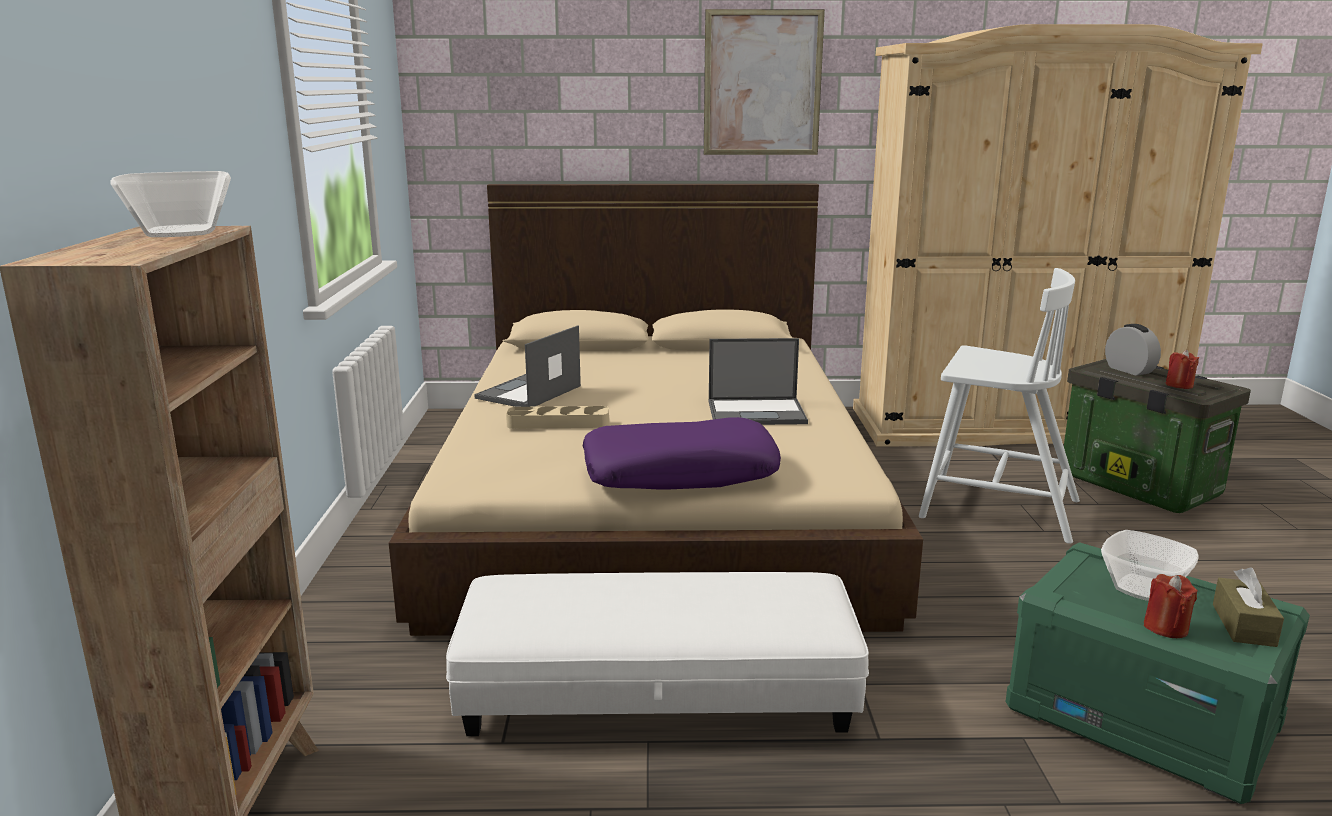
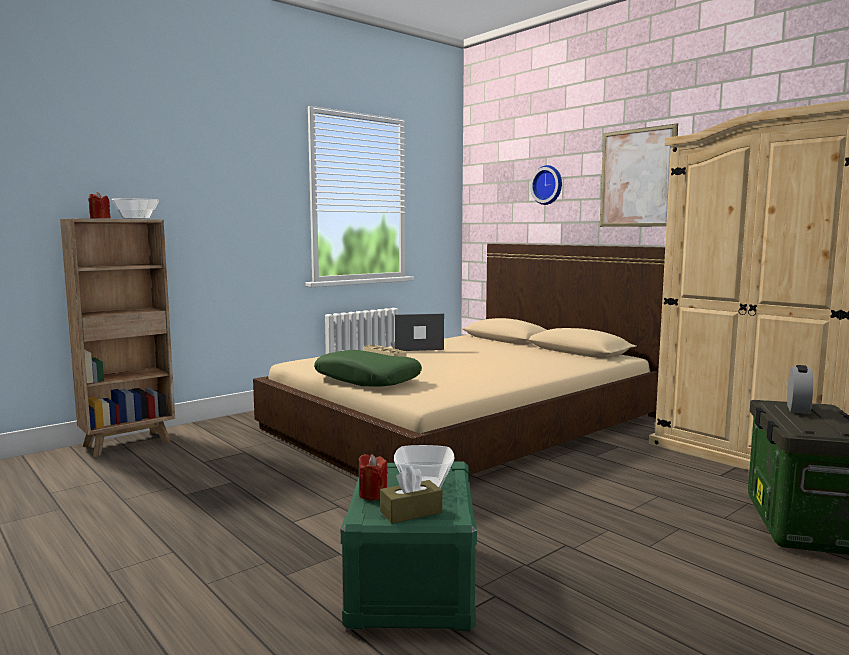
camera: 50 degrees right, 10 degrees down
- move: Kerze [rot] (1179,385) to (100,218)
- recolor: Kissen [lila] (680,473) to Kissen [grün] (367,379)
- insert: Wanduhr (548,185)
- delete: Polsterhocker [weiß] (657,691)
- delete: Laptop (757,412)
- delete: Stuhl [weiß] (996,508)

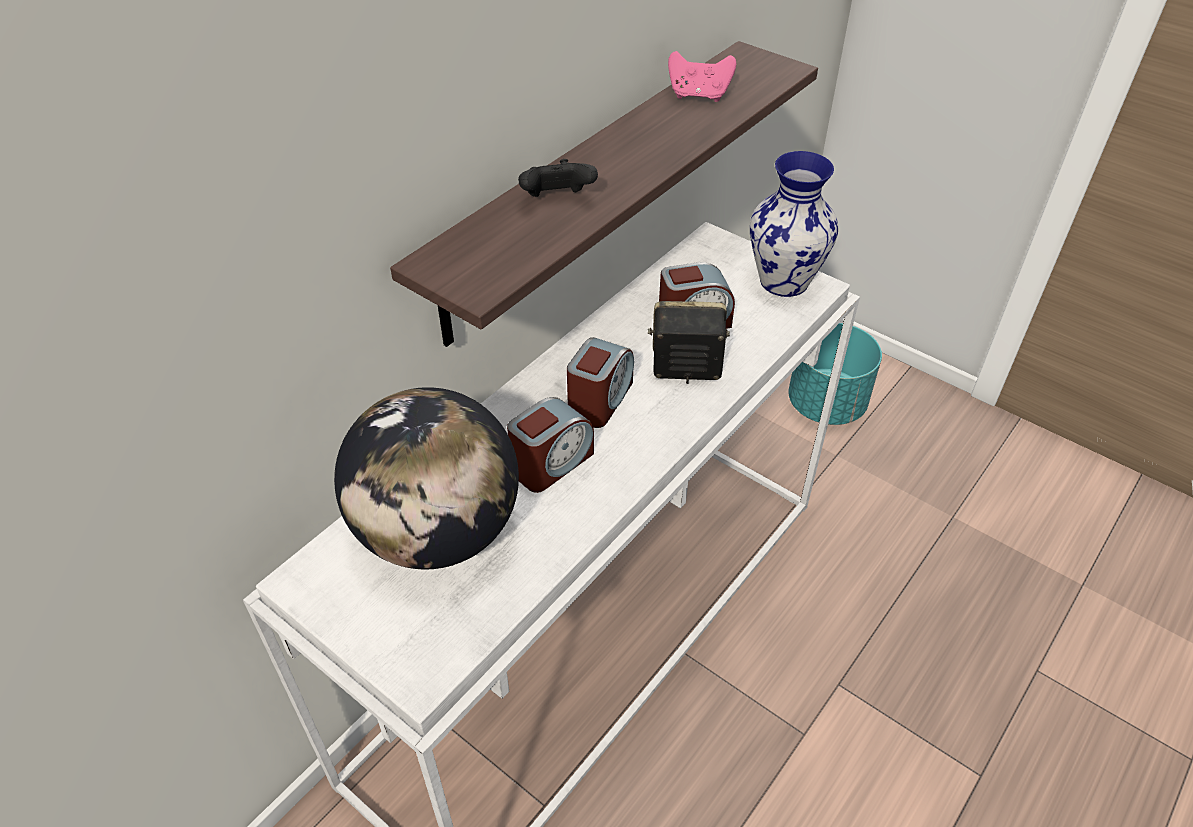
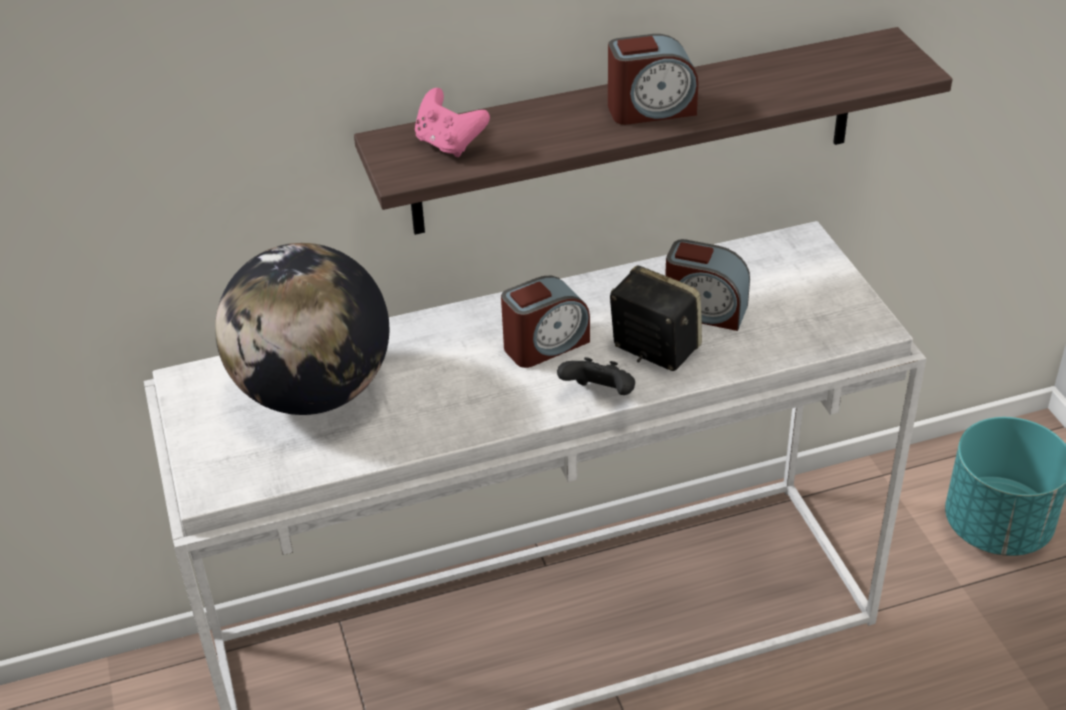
camera: 35 degrees right, 5 degrees down
- move: Gamepad [rosa] (698,95) to (449,144)
- move: Gamepad [schwarz] (557,200) to (599,395)
- move: Wecker (551,463) to (651,109)
- delete: Vase (785,281)

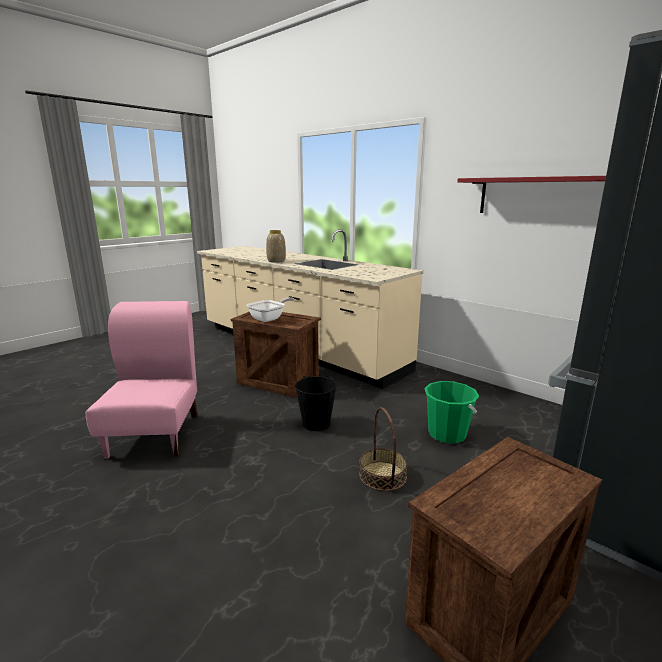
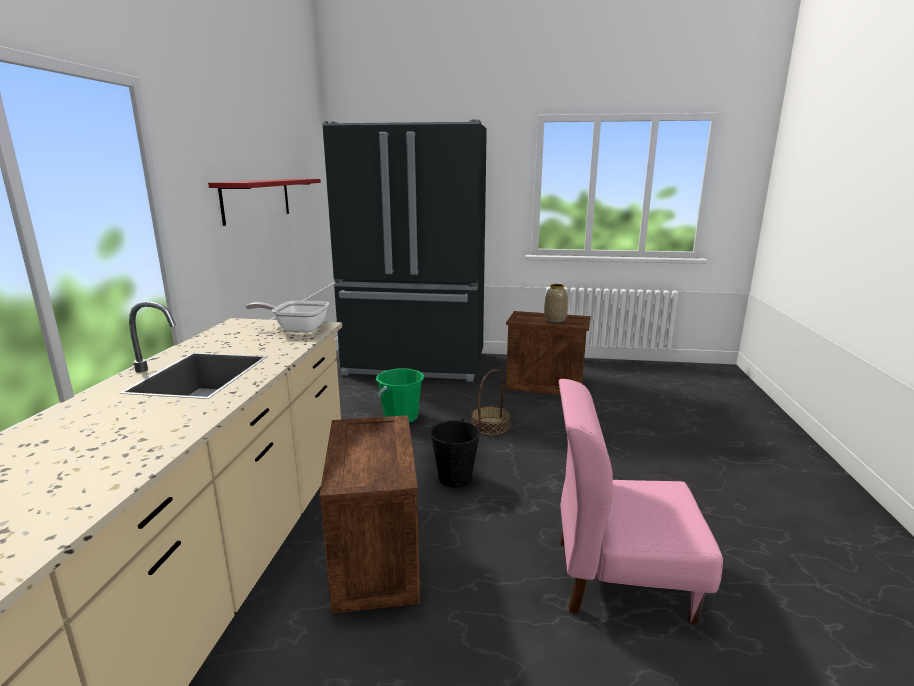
camera: 125 degrees left, 0 degrees up
- move: Pfanne (269,318) to (297,329)
- move: Vase (276,261) to (555,320)
- rotate: Stuhl [rosa] (155,434) = (620,577) 45 degrees clockwise

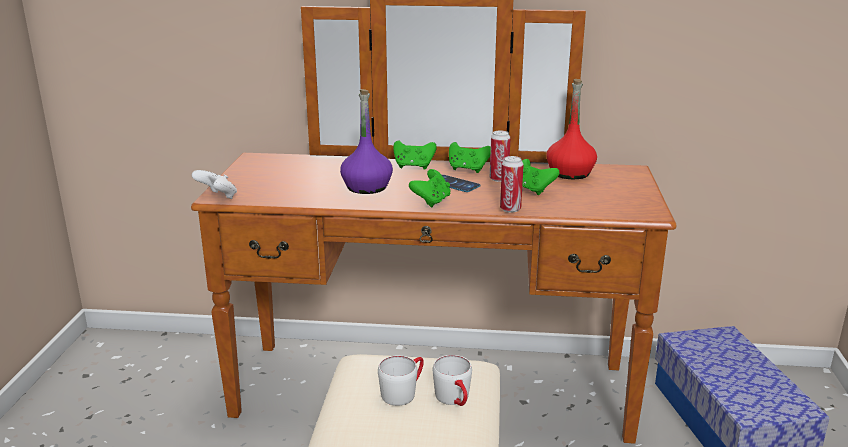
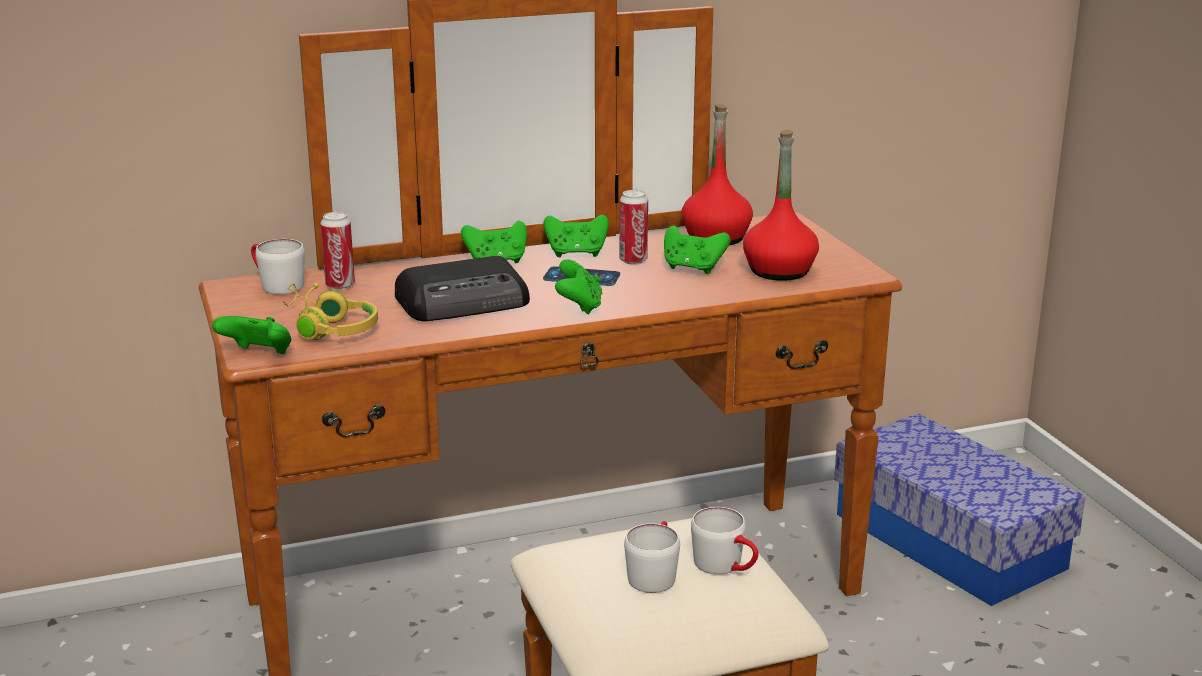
camera: 25 degrees left, 0 degrees up
- recolor: Gamepad [weiß] (218,197) to Gamepad [grün] (258,355)
- insert: Henkelbecher [weiß] (275,285)
- insert: Kopfhörer [gelb] (328,328)
- move: Dose (510,209) to (340,285)
- replace: Flasche [lila] (367,187) to Radio (465,302)
- insert: Flasche [rot] (779,271)

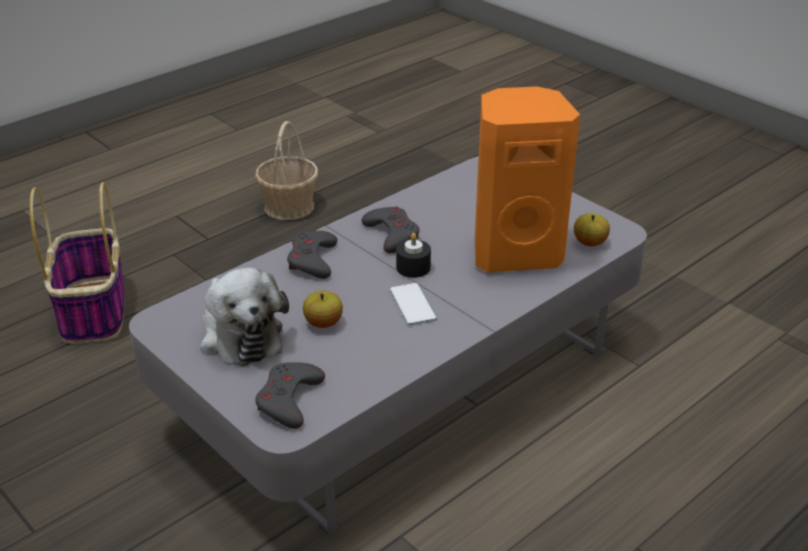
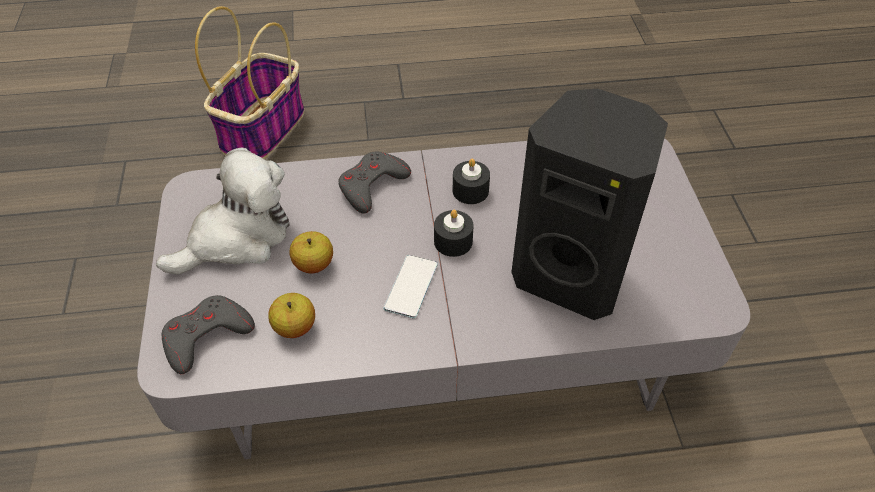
camera: 35 degrees right, 15 degrees up
- rotate: Plüschtier (240,334) = (237,238) 135 degrees counterclockwise
- move: Apfel (589,243) to (295,327)
- replace: Gamepad [grau] (392,234) to Kerze [schwarz] (470,190)
- recolor: Lautsprecher [orange] (515,252) to Lautsprecher [schwarz] (571,275)
- delete: Korb (288,207)

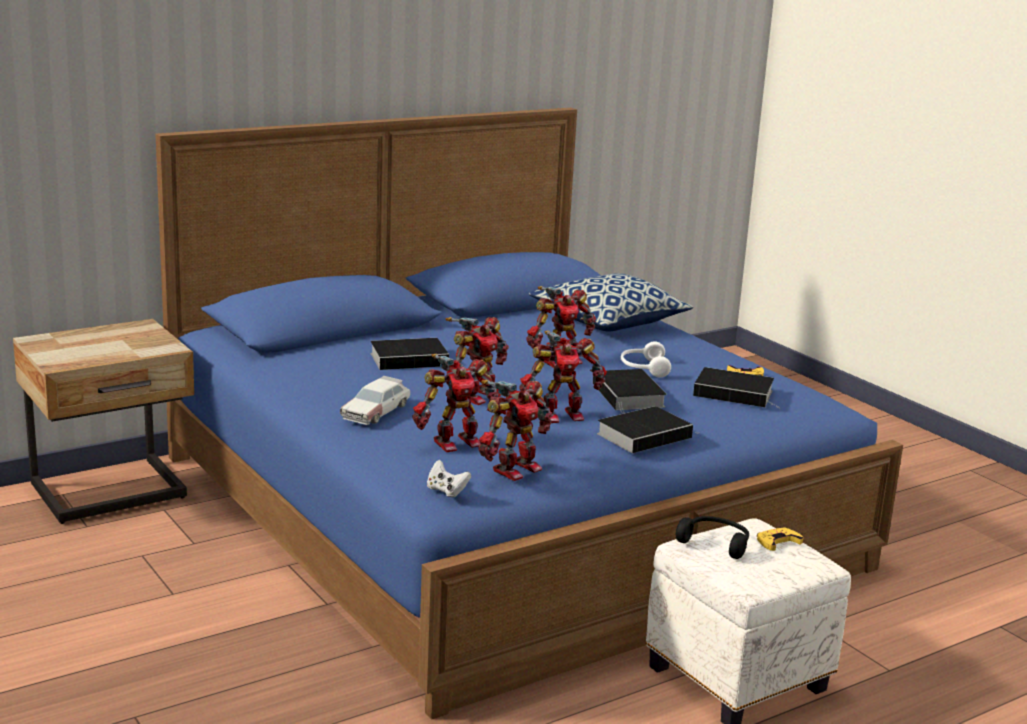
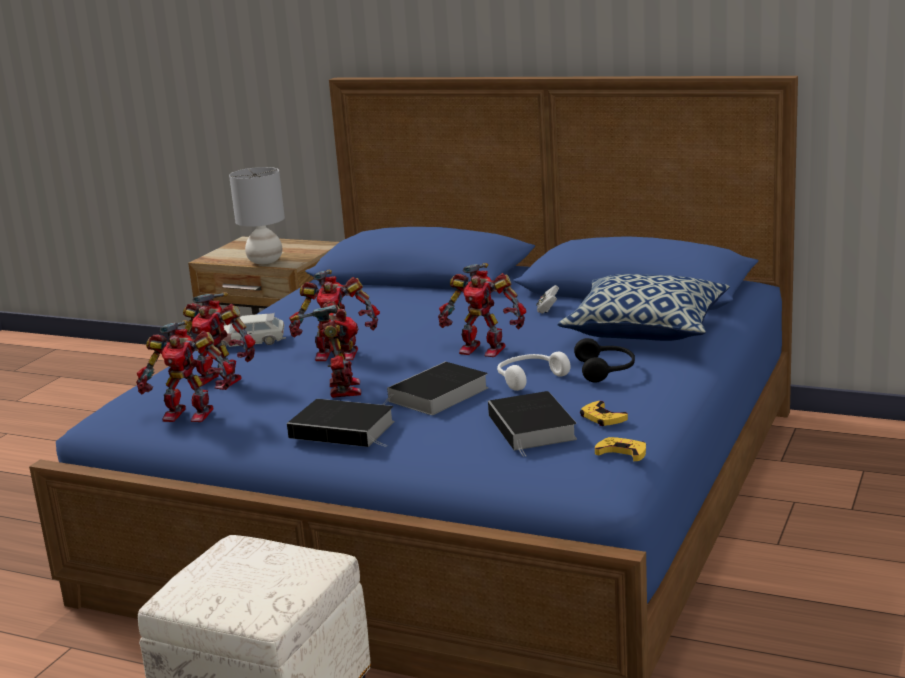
camera: 60 degrees right, 0 degrees up
- insert: Tischlampe [grau] (265,261)
- rotate: Spielzeugroboter (560,415) = (341,389) 135 degrees counterclockwise
- move: Gamepad [weiß] (446,491) to (548,310)
- move: Kopfhörer [schwarz] (715,543) to (606,370)
- move: Gamepad [gelb] (777,542) to (622,453)
- delete: Buch (411,359)

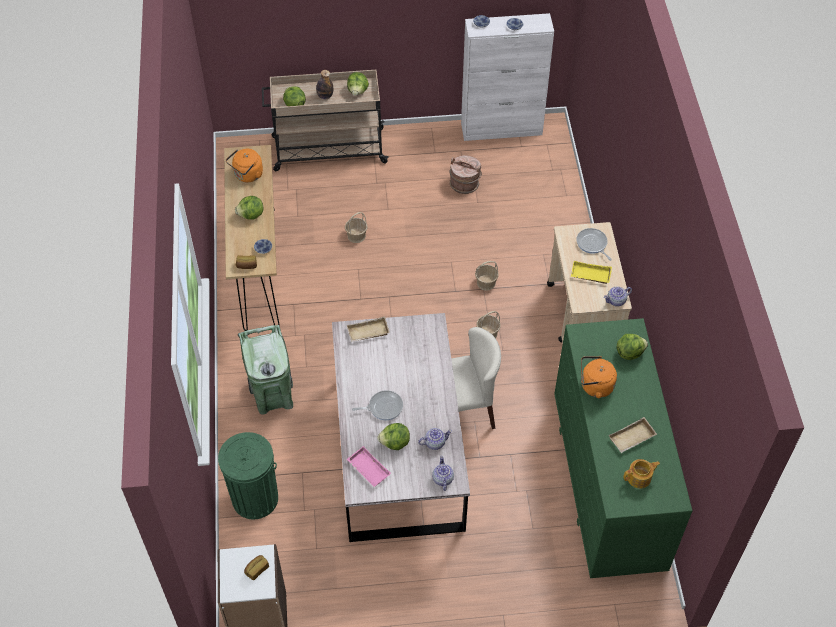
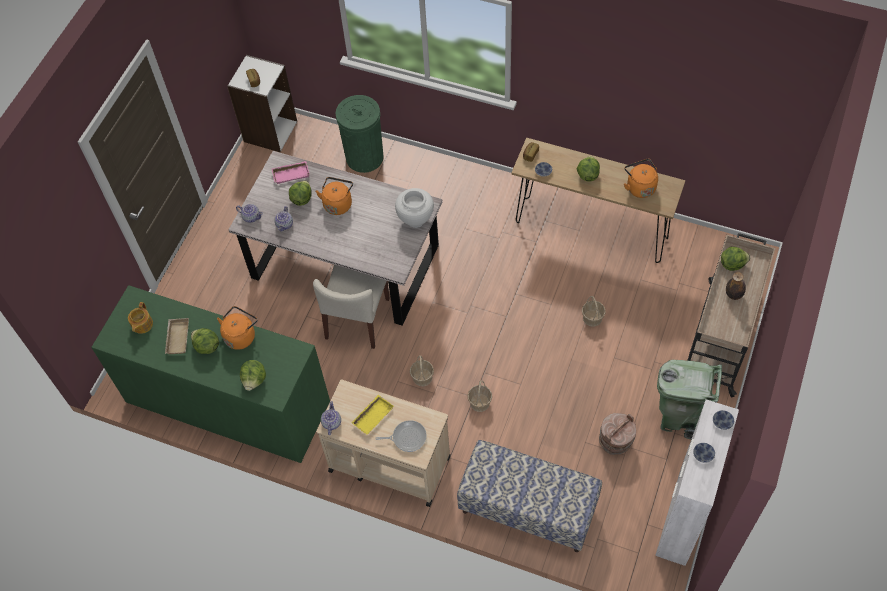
camera: 120 degrees right, 5 degrees up
- move: Salatkopf (358,91) to (206,346)
- replace: Pfanne (383,407) to Wasserkessel [orange] (338,203)
- replace: Tablett [beige] (368,333) to Vase [weiß] (415,219)
- insert: Bank (527,509)
- move: Mülleimer [grün] (273,397) to (679,417)

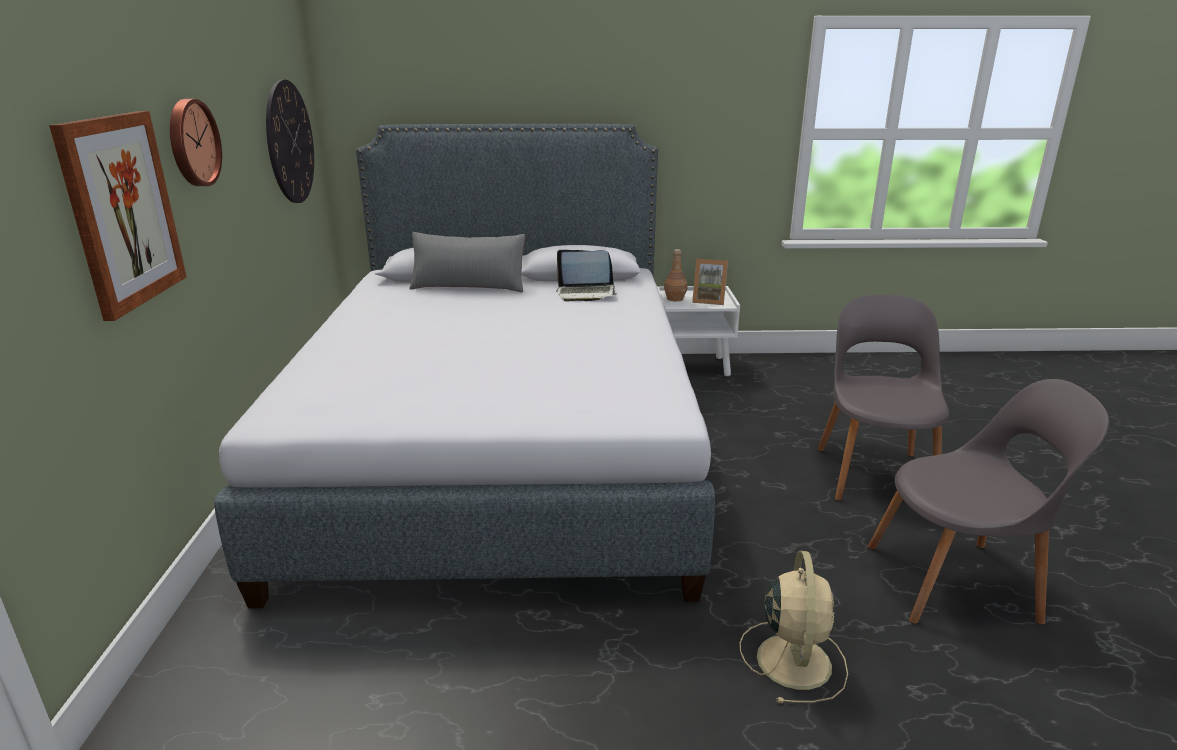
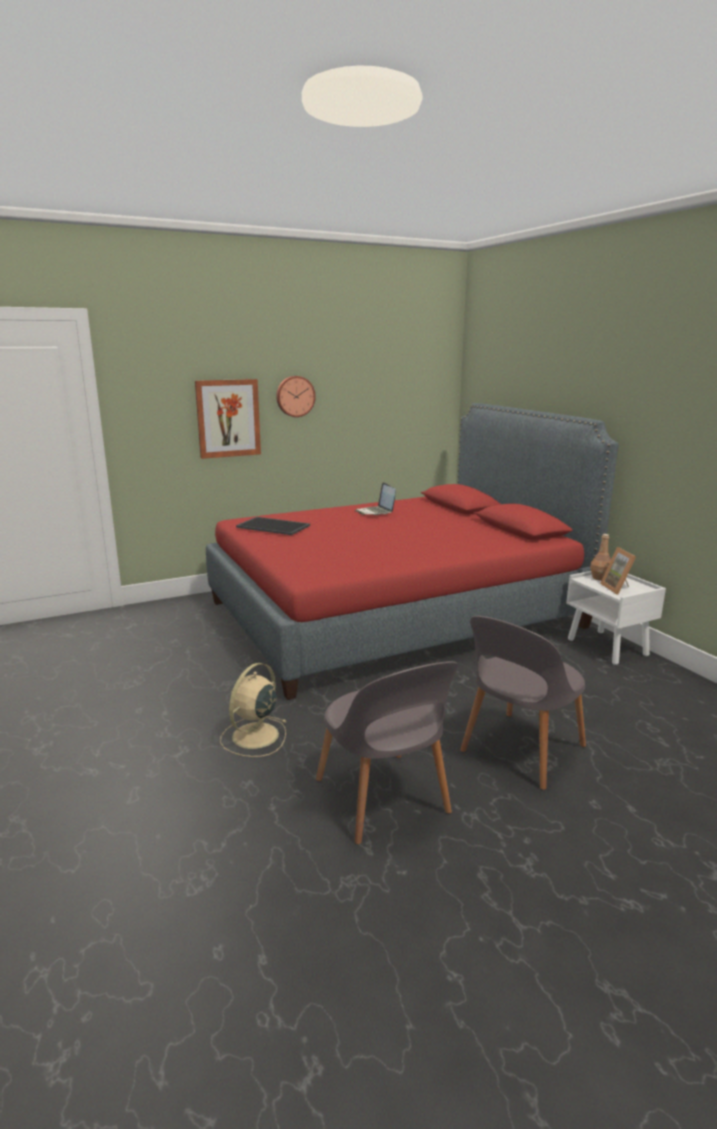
camera: 65 degrees right, 5 degrees down
- recolor: Bett [grau] (500,447) to Bett [rot] (394,614)
- rotate: Ventilator [beige] (793,659) = (254,737) 135 degrees clockwise
- insert: Tablett (274,526)
- move: Laptop (586,293) to (376,512)
- rotate: Stuhl [grau] (874,473) = (520,751) 150 degrees clockwise
- delete: Wanduhr (290,142)
- delete: Kissen [grau] (468,286)

